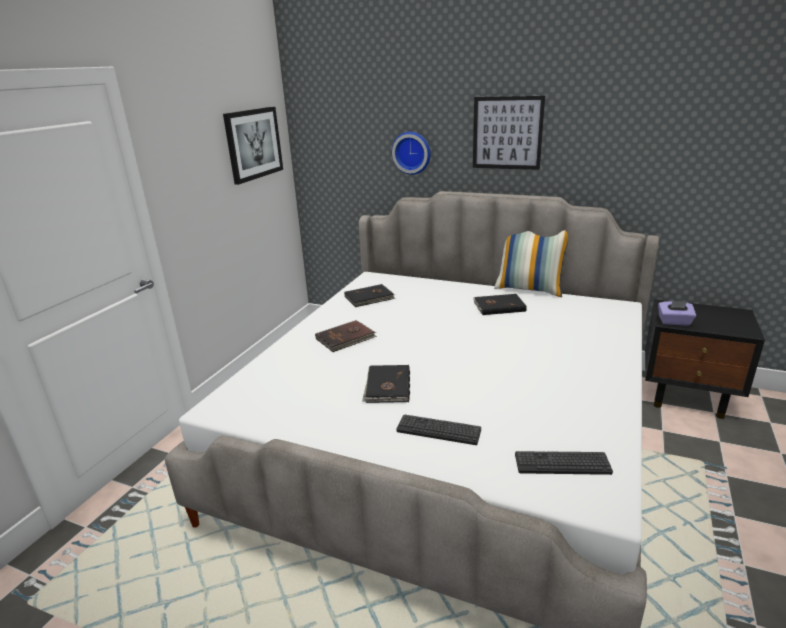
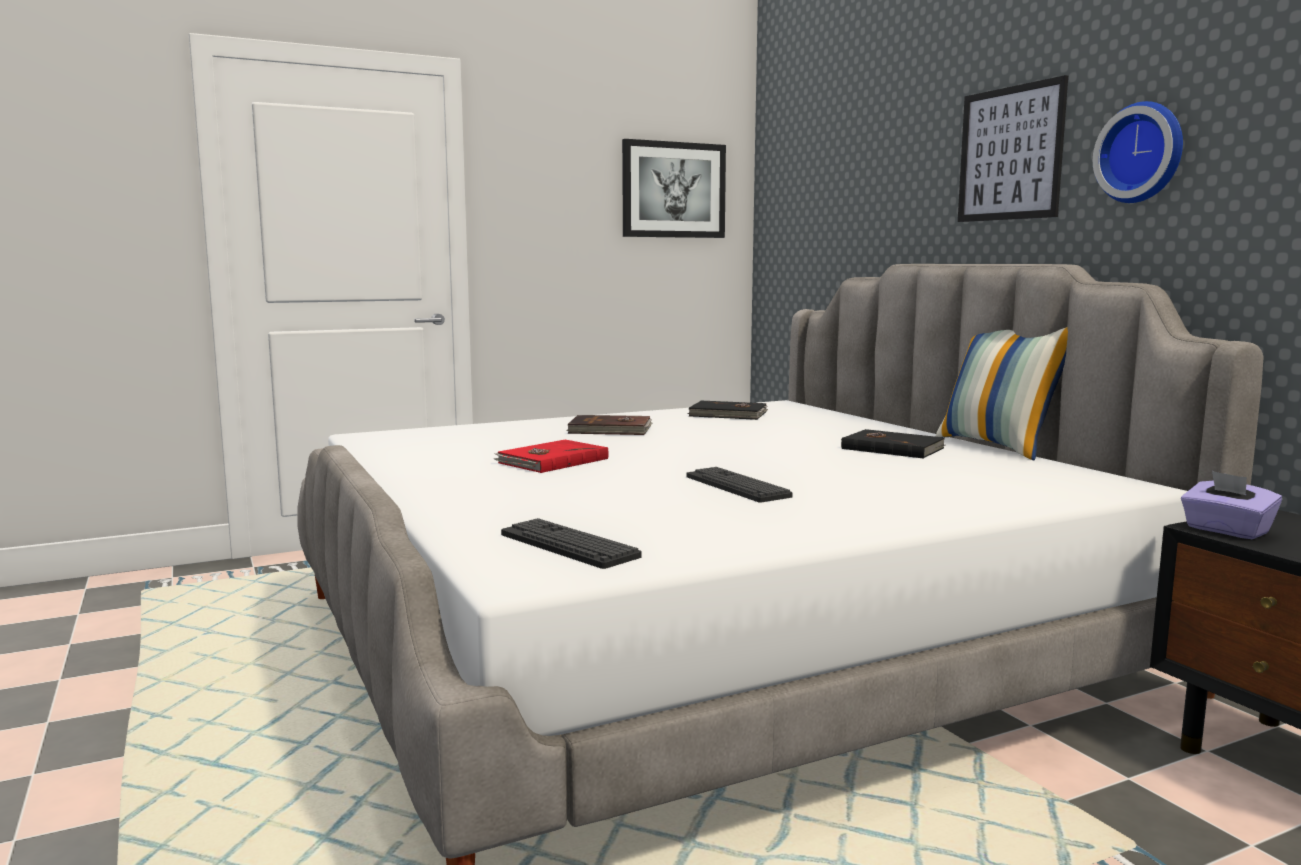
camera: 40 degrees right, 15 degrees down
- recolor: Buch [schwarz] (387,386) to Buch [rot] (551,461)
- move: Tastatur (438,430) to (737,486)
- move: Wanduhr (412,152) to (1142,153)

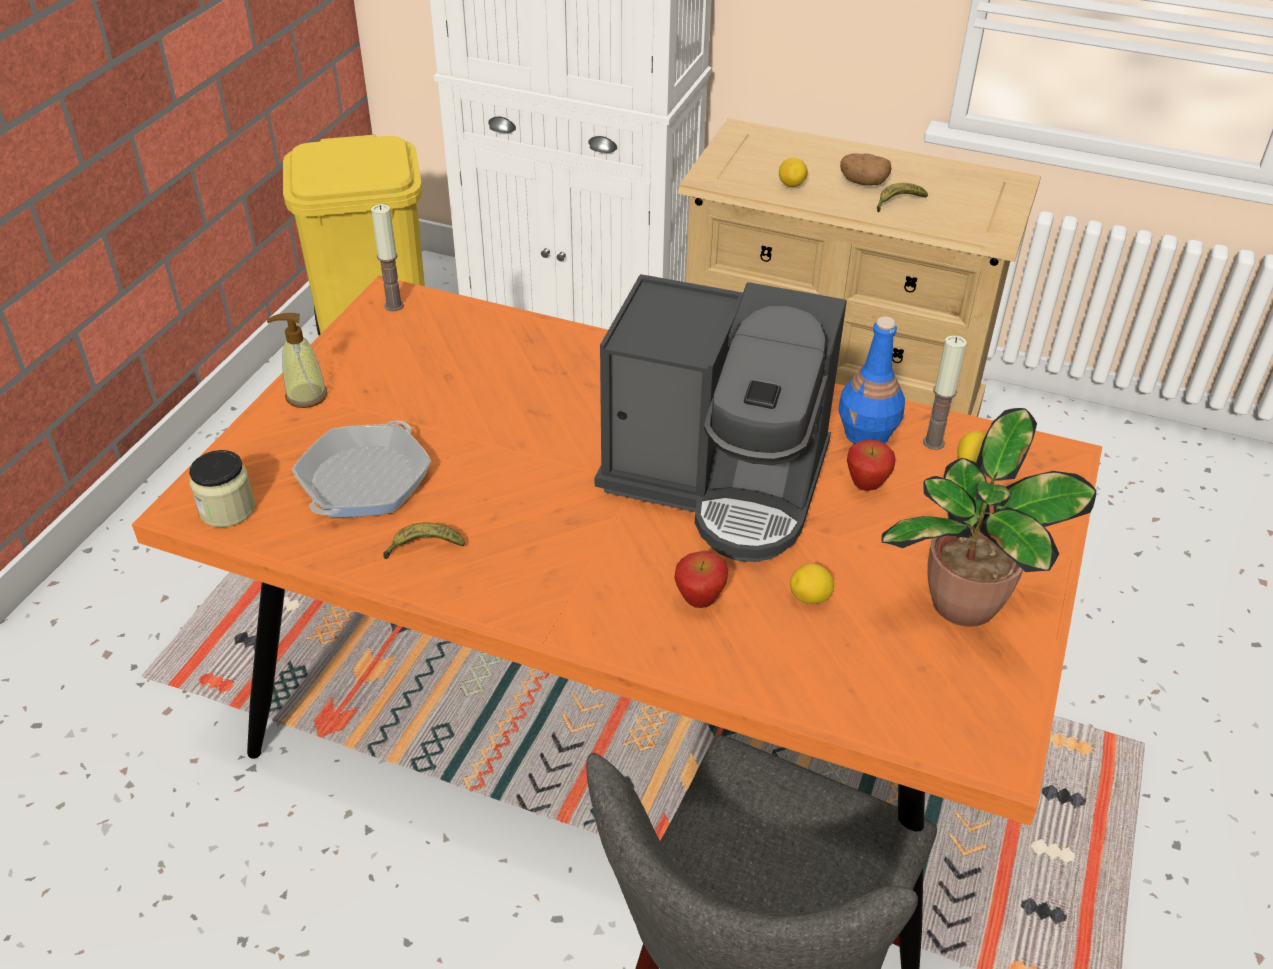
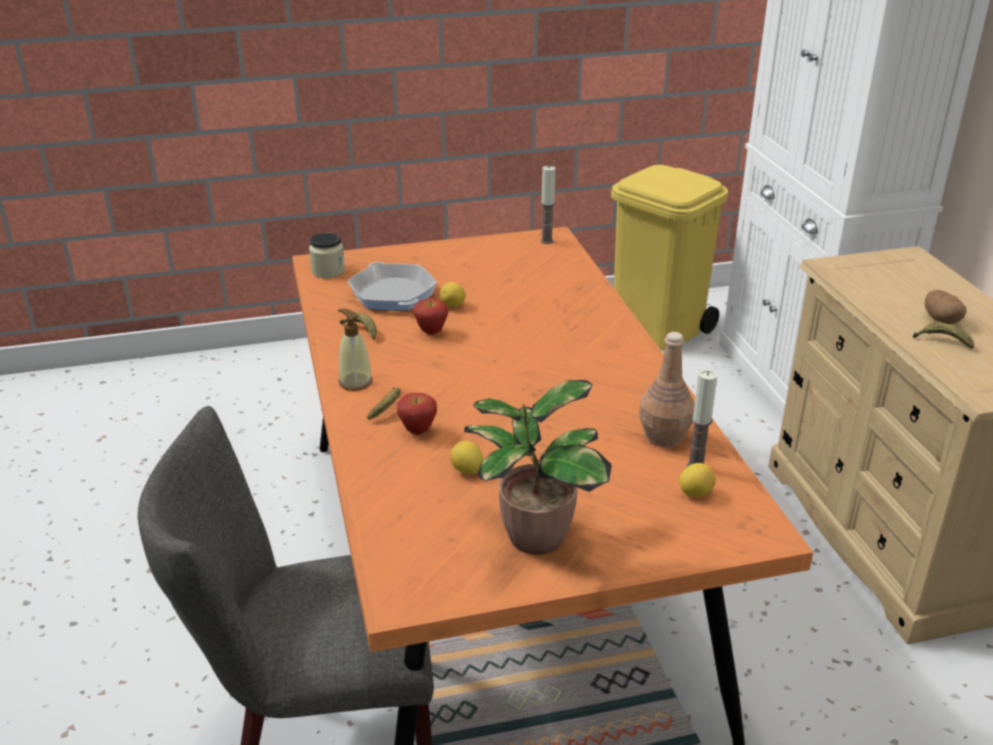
camera: 55 degrees right, 10 degrees down
- move: Seifenspender (306,396) to (355,382)
- rotate: Pfanne (364,480) = (393,294) 105 degrees counterclockwise
- insert: Banane (388,408)
- move: Apfel (866,486) to (431,332)
- move: Zitrone (791,185) to (453,306)
- recolor: Flasche [blau] (867,434) to Flasche [braun] (664,436)
- delete: Kaffeemaschine (718,481)

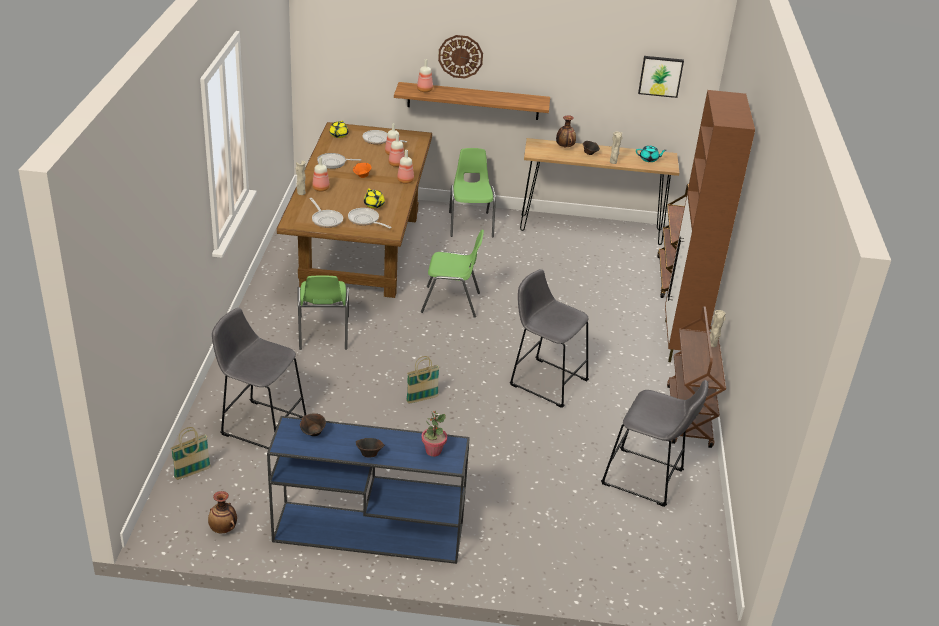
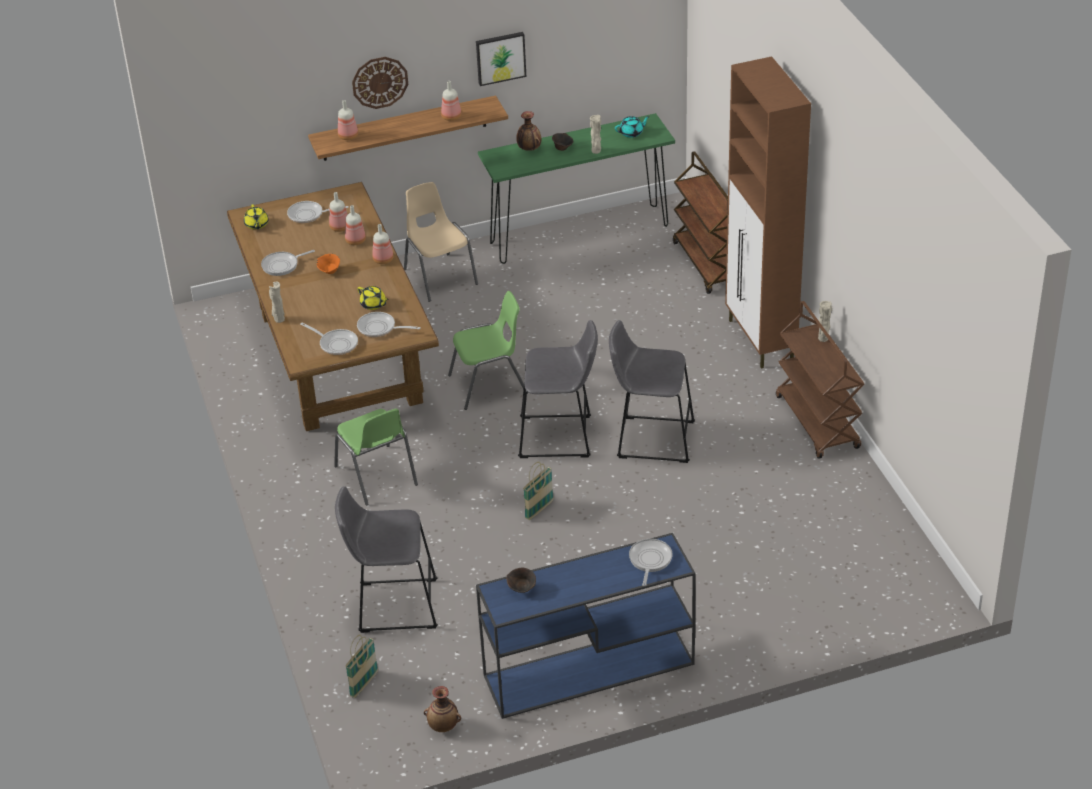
camera: 20 degrees left, 5 degrees up
- recolor: Stuhl [grün] (470,224) to Stuhl [beige] (439,276)
- move: Flasche (320,188) to (450,117)
- move: Bild (660,76) to (500,57)
- recolor: Konsolentisch [braun] (590,230) to Konsolentisch [grün] (579,234)
- move: Hocker [grau] (646,479) to (560,437)
- replace: Topfpflanze (433,451) to Pfanne (649,560)
- delete: Schüssel [braun] (369,453)

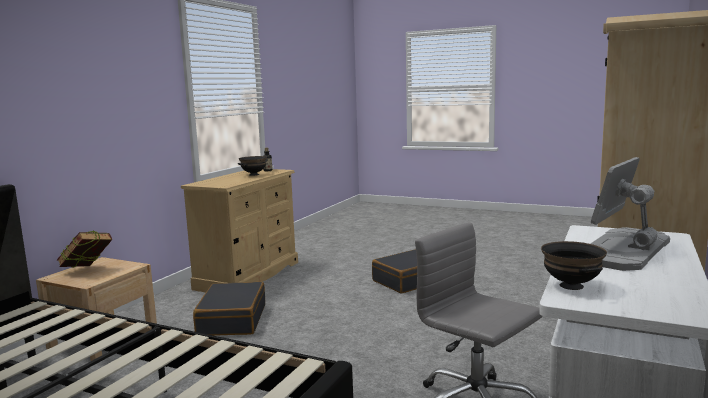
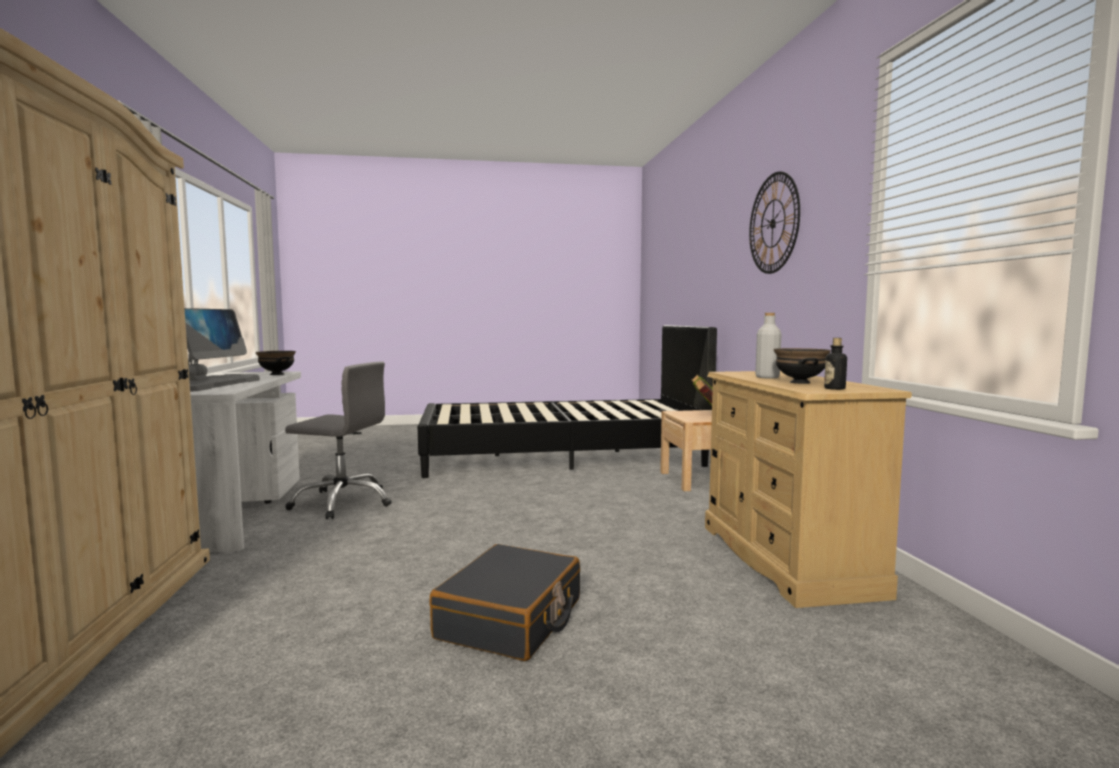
camera: 145 degrees right, 5 degrees down
- insert: Wanduhr (773,223)
- insert: Flasche [grau] (767,377)
- delete: Koffer [schwarz] (231,320)

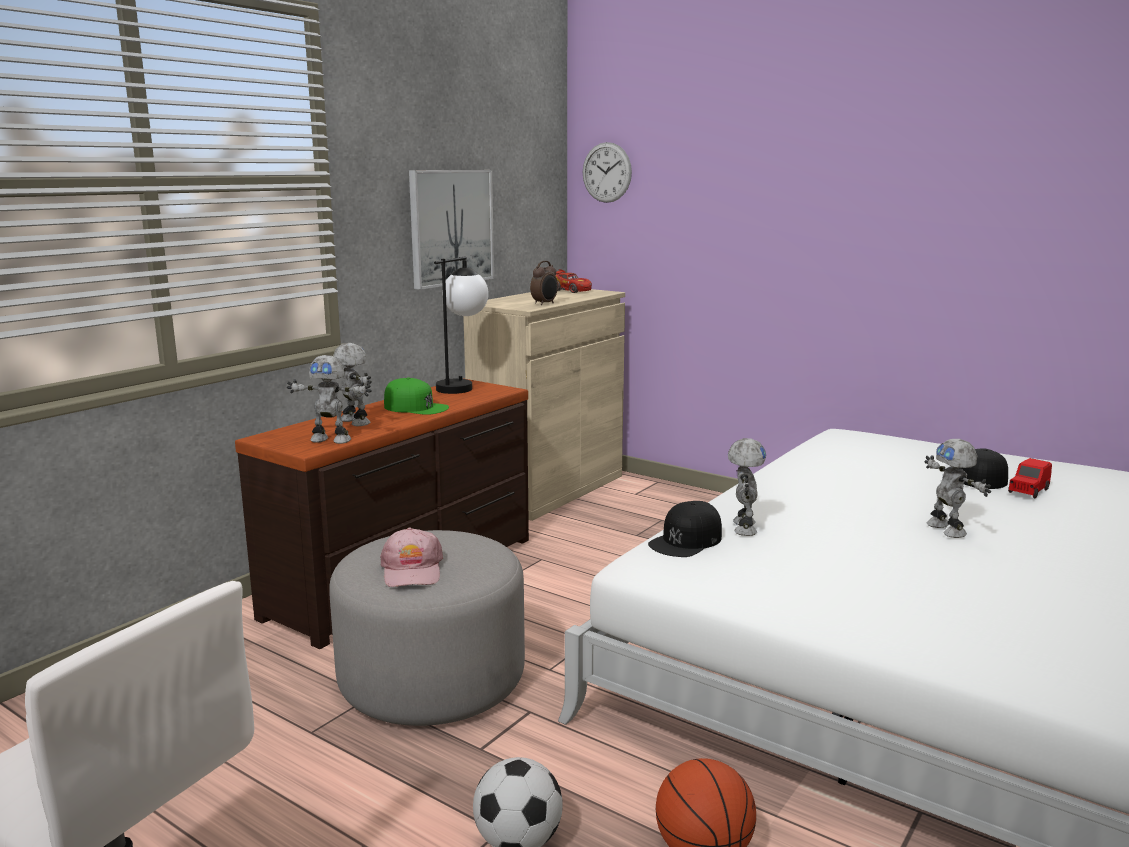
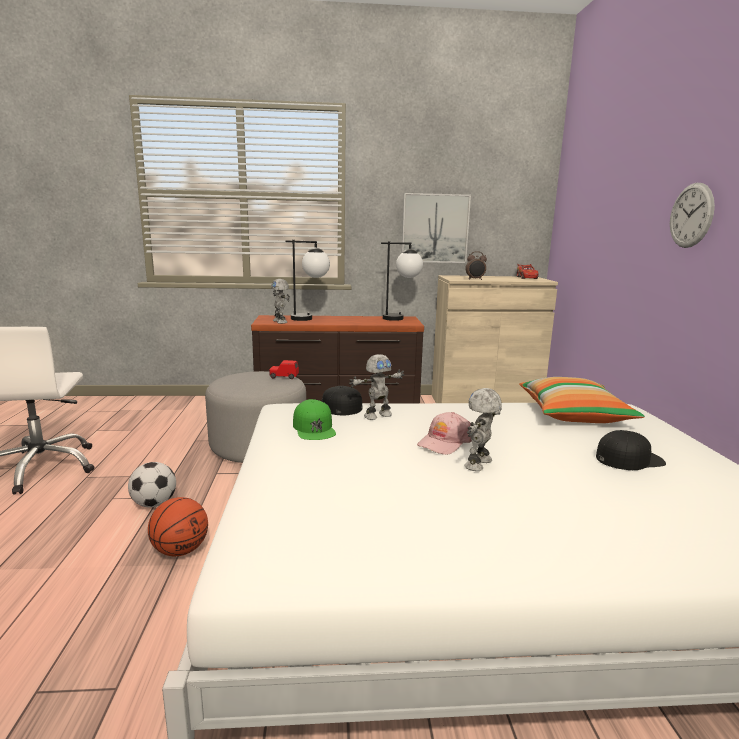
camera: 50 degrees right, 0 degrees up
- move: Spielzeugauto [rot] (1028,491) to (283,377)
- replace: Spielzeugroboter (353,422) to Tischlampe (310,319)
- move: Kappe [grün] (416,407) to (314,428)
- move: Kappe [rosa] (412,570) to (445,442)
- insert: Kissen (574,415)
- move: Wanduhr (606,172) to (691,215)

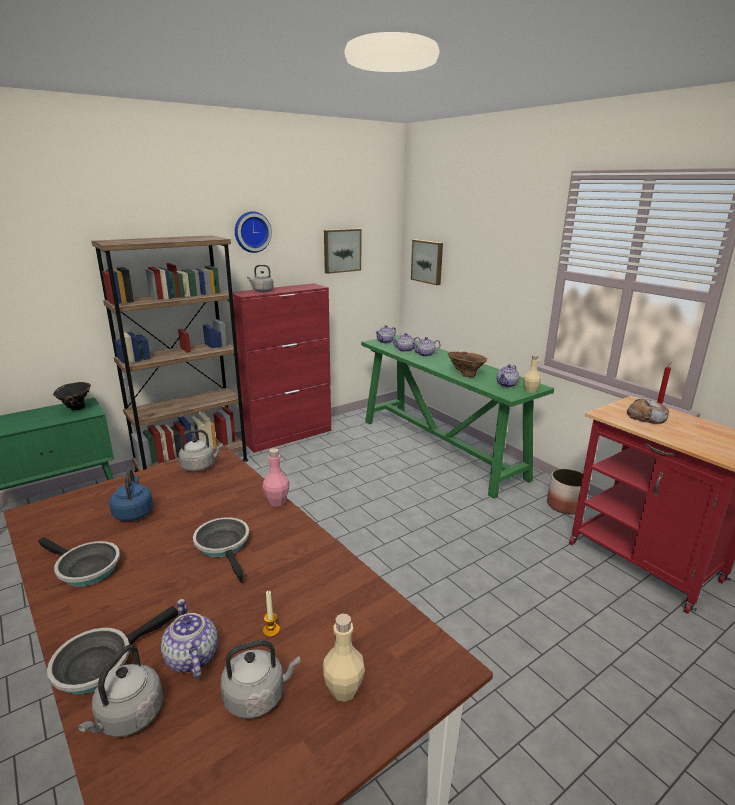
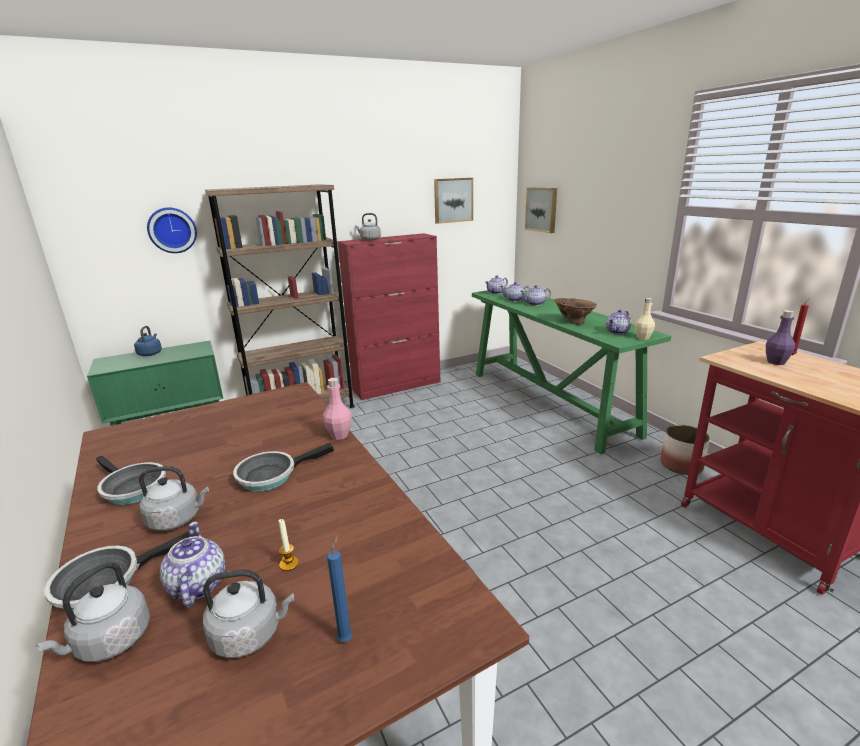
camera: 10 degrees right, 0 degrees up
- move: Wasserkessel [blau] (134,512) to (150,353)
- move: Wasserkessel [grau] (200,466) to (177,519)
- move: Wanduhr (251,232) to (172,230)
- rotate: Pfanne (224,546) = (271,475) 105 degrees counterclockwise
- replace: Flasche [beige] (344,690) to Kerze [blau] (346,638)
- replace: Brot (646,417) to Flasche [lila] (776,362)
- delete: Vase [schwarz] (75,409)

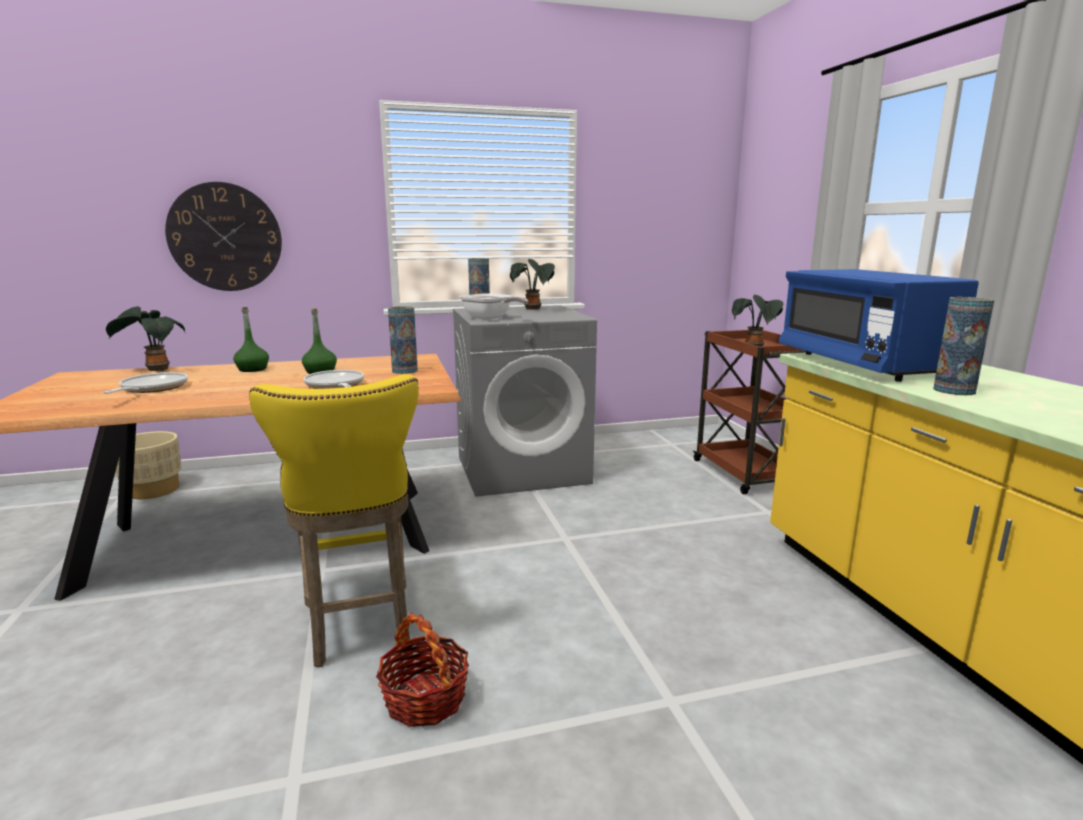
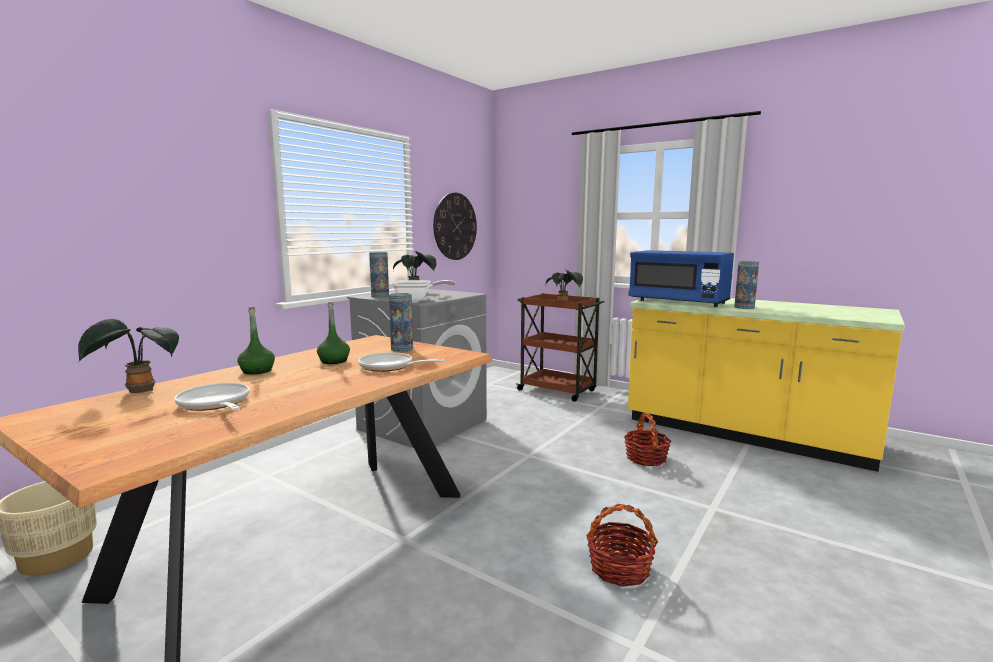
camera: 40 degrees left, 5 degrees down
- move: Wanduhr (225,237) to (455,226)
- insert: Korb (646,458)
- delete: Hocker [gelb] (358,620)

